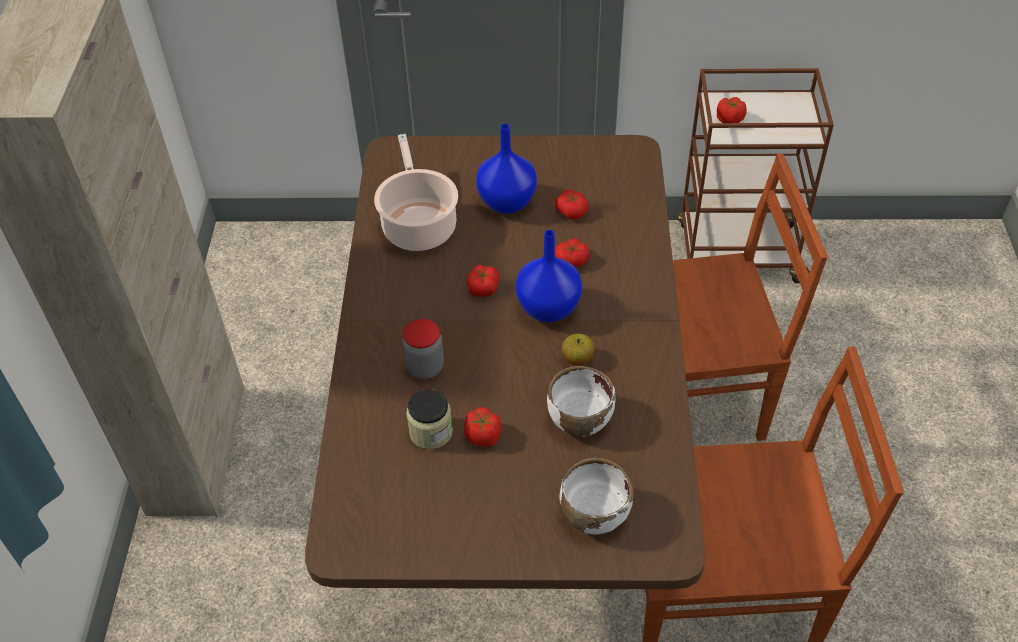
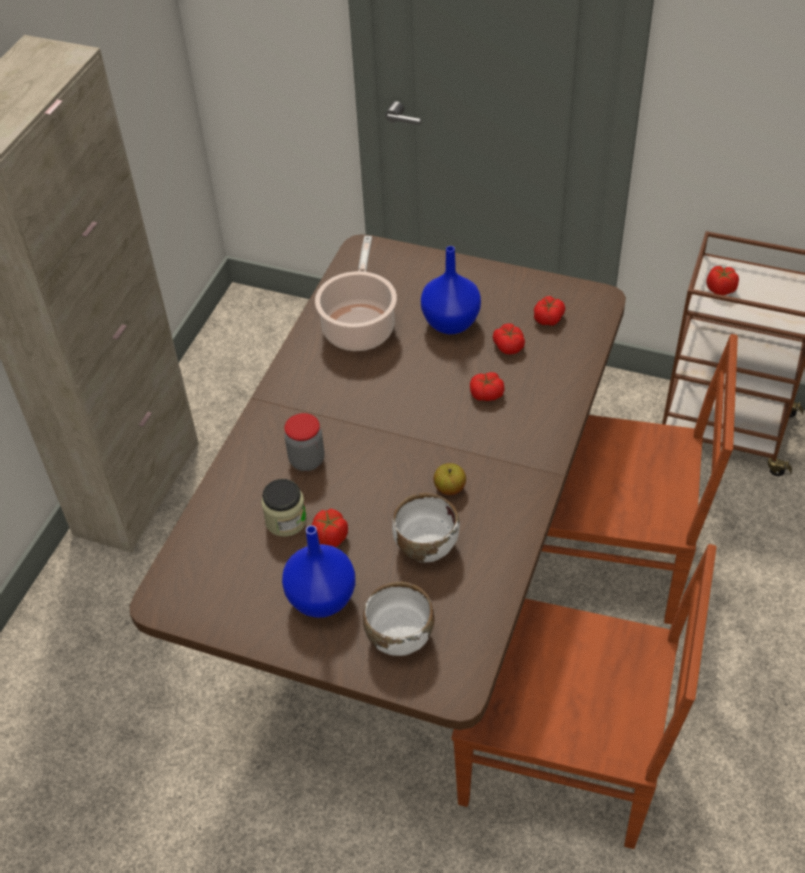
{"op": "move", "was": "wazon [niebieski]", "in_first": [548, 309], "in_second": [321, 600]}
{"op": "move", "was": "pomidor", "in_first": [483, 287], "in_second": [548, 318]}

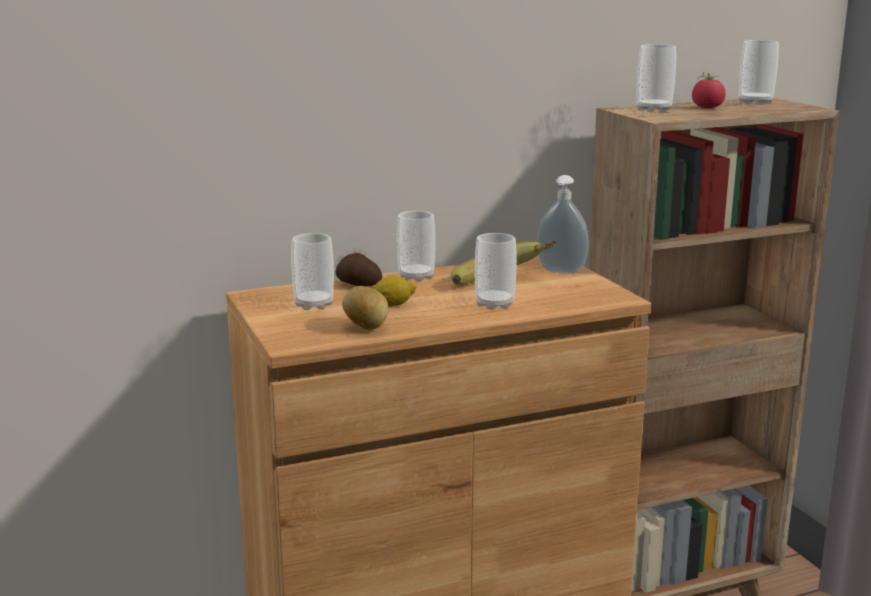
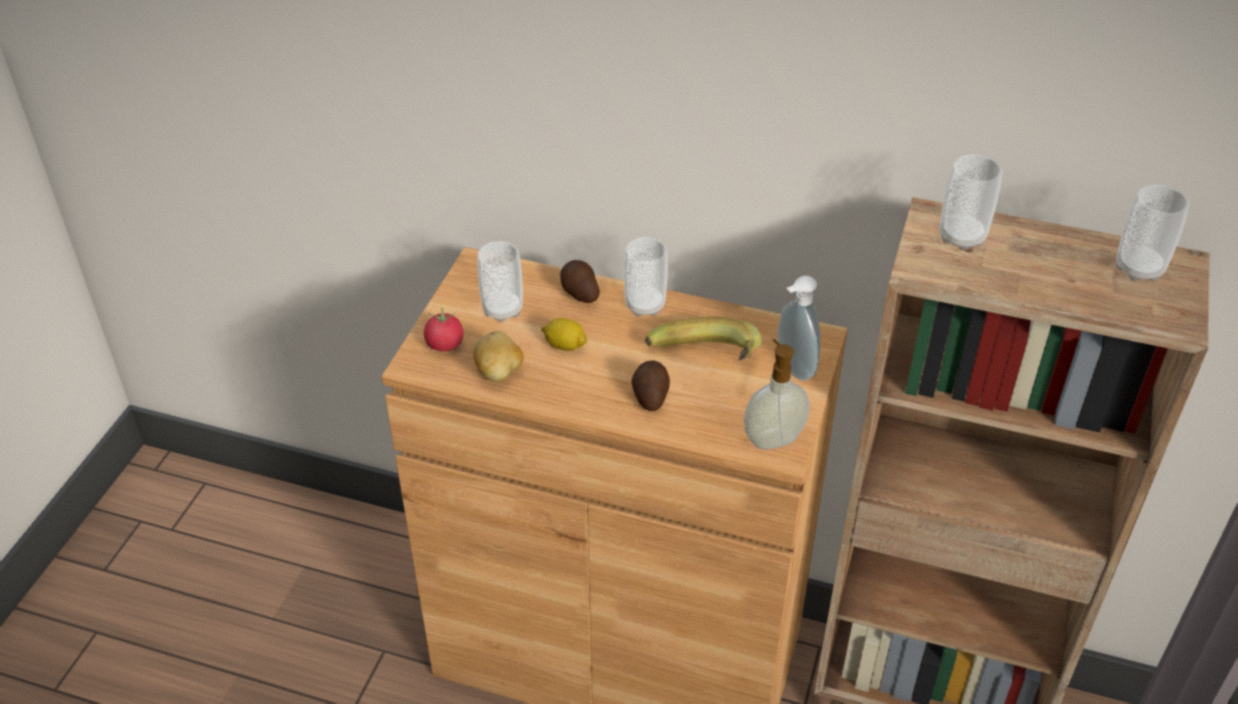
{"op": "move", "was": "pomidor", "in_first": [707, 108], "in_second": [445, 344]}
{"op": "replace", "was": "filiżanka", "now": "ziemniak", "in_first": [494, 304], "in_second": [650, 395]}
{"op": "insert", "now": "dozownik mydła", "in_second": [772, 438]}

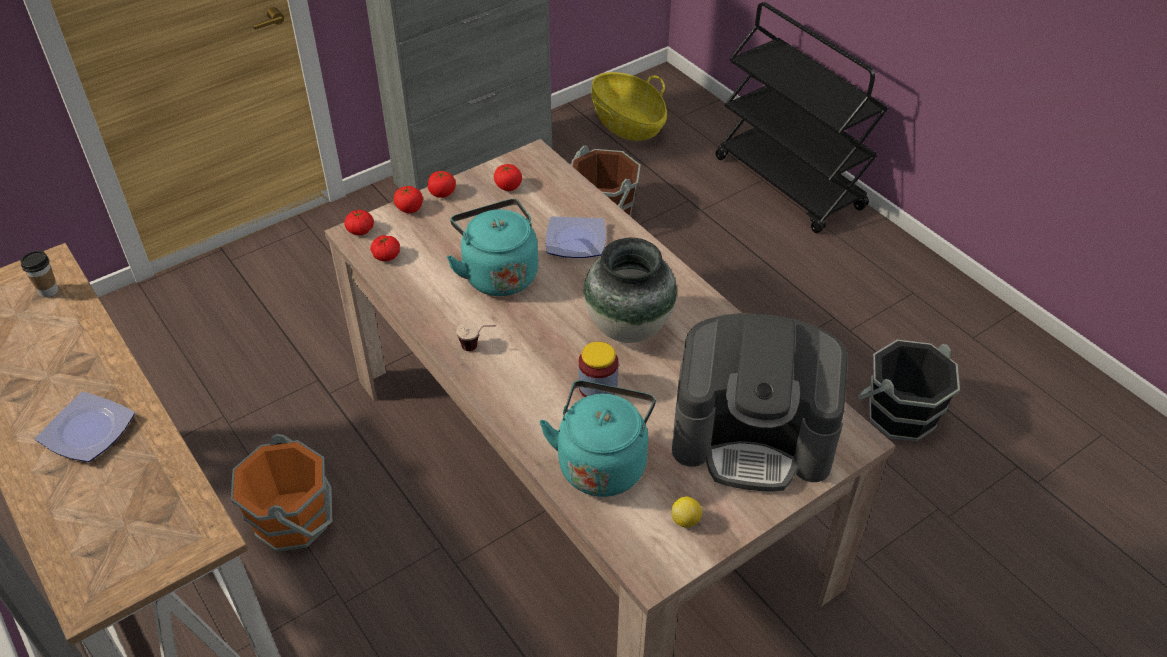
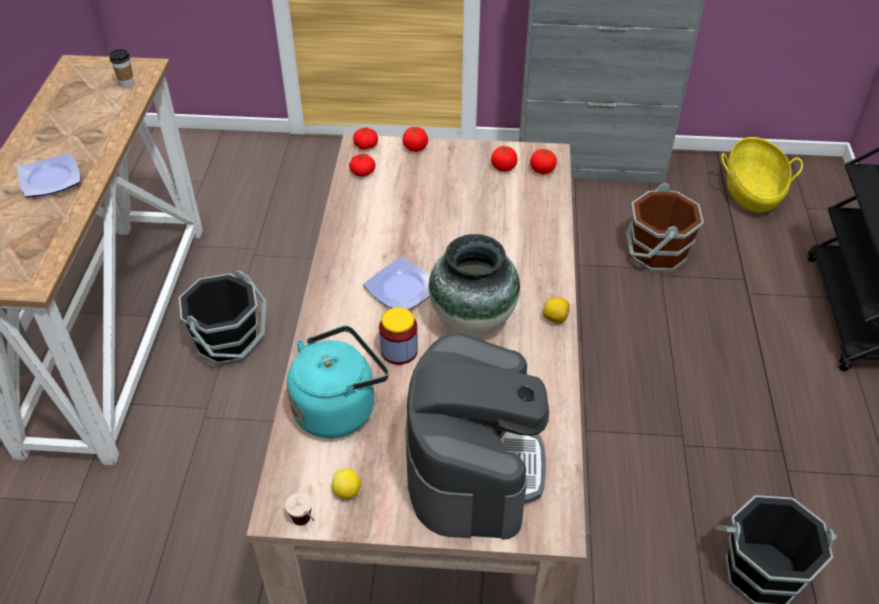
{"op": "recolor", "was": "wiadro [pomarańczowy]", "now": "wiadro [czarny]", "in_first": [294, 519], "in_second": [229, 342]}
{"op": "move", "was": "filiżanka", "in_first": [478, 348], "in_second": [306, 526]}
{"op": "move", "was": "talerz", "in_first": [577, 240], "in_second": [403, 289]}
{"op": "rotate", "was": "ekspres do kawy", "in_first": [753, 436], "in_second": [473, 466], "clockwise": -135}
{"op": "move", "was": "pomidor", "in_first": [442, 193], "in_second": [542, 170]}
{"op": "insert", "now": "cytryna", "in_second": [555, 318]}
{"op": "delete", "was": "czajnik [turkusowy]", "in_first": [498, 273]}

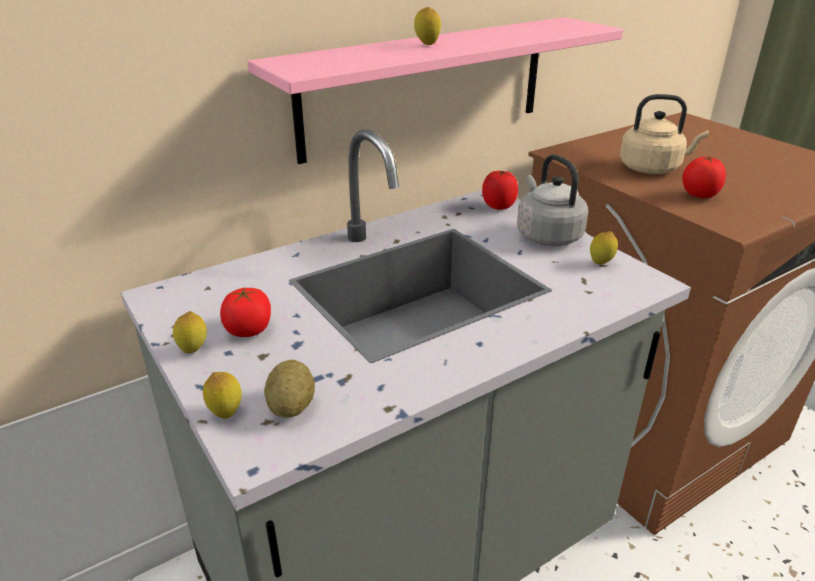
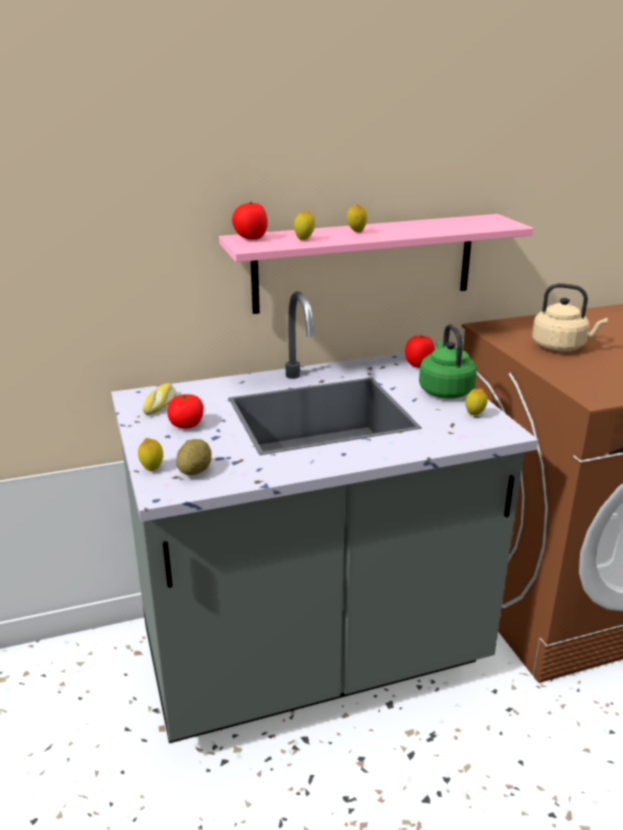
{"op": "insert", "now": "chleb", "in_second": [161, 404]}
{"op": "move", "was": "pomidor", "in_first": [698, 196], "in_second": [250, 238]}
{"op": "move", "was": "cytryna", "in_first": [193, 350], "in_second": [304, 239]}
{"op": "recolor", "was": "czajnik [szary]", "now": "czajnik [zielony]", "in_first": [547, 235], "in_second": [445, 390]}

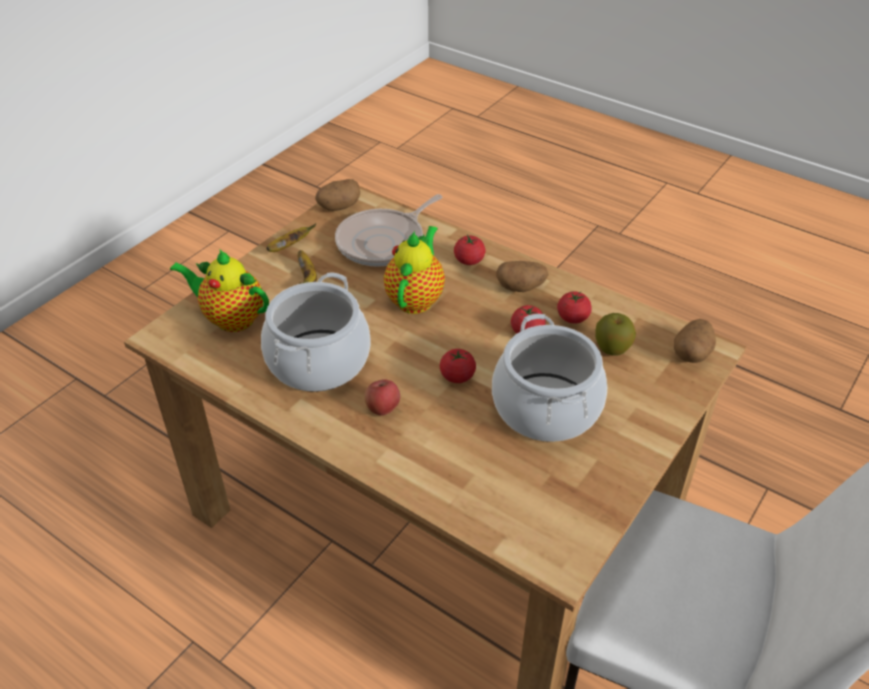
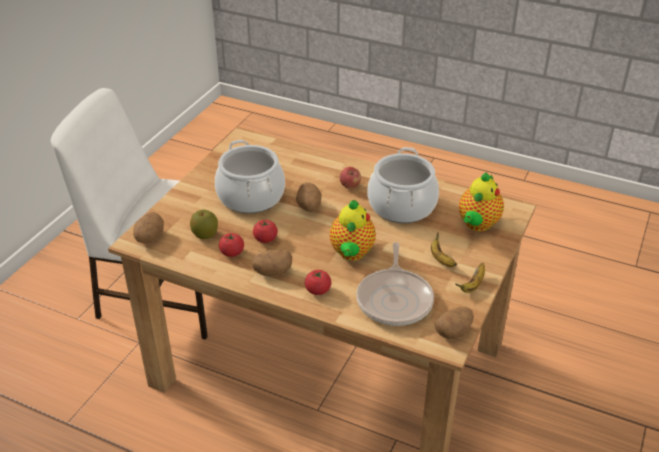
{"op": "replace", "was": "pomidor", "now": "ziemniak", "in_first": [457, 376], "in_second": [309, 207]}
{"op": "rotate", "was": "patelnia", "in_first": [384, 242], "in_second": [395, 299], "clockwise": 150}
{"op": "rotate", "was": "imbryk", "in_first": [231, 318], "in_second": [477, 225], "clockwise": 105}

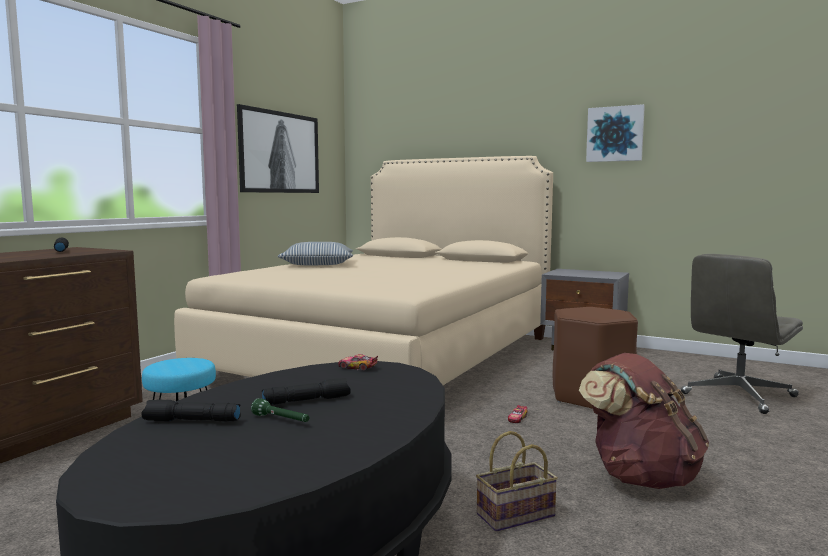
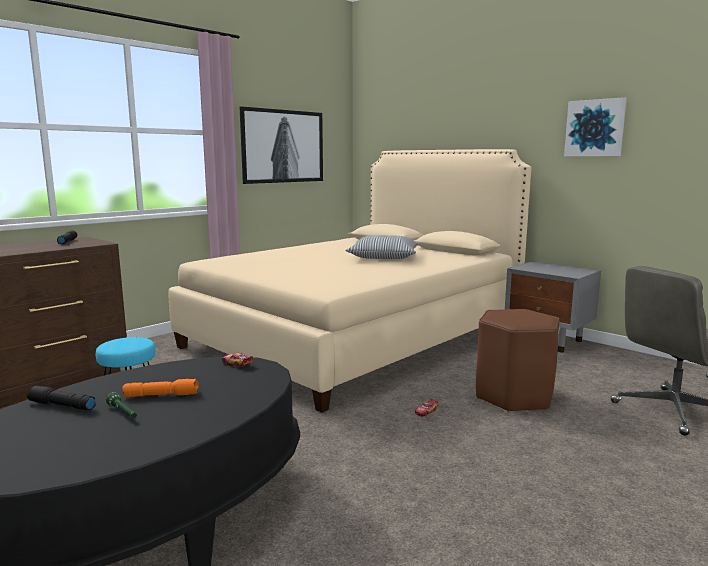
{"op": "recolor", "was": "latarka [czarny]", "now": "latarka [pomarańczowy]", "in_first": [307, 400], "in_second": [162, 395]}
{"op": "move", "was": "poduszka", "in_first": [317, 264], "in_second": [383, 257]}
{"op": "delete", "was": "koszyk", "in_first": [515, 516]}
{"op": "delete", "was": "plecak [brązowy]", "in_first": [640, 477]}

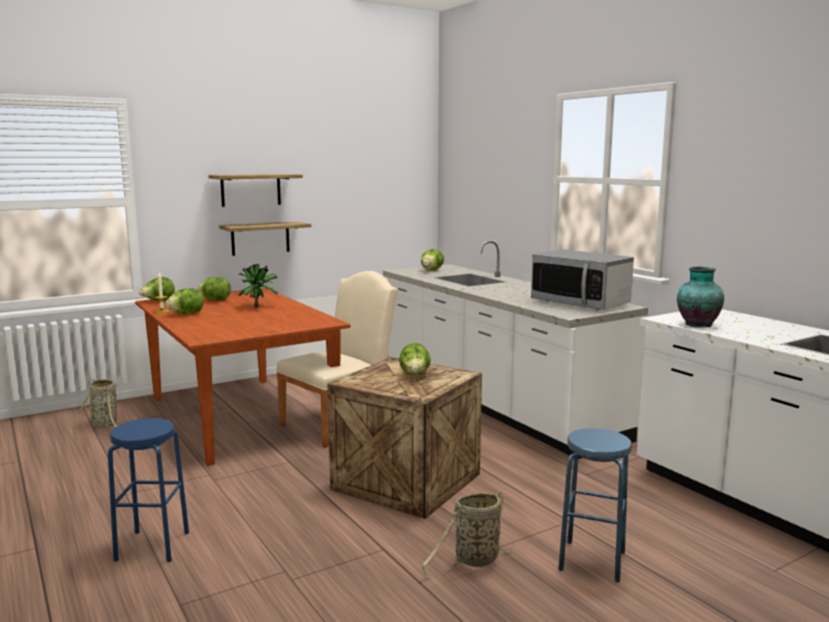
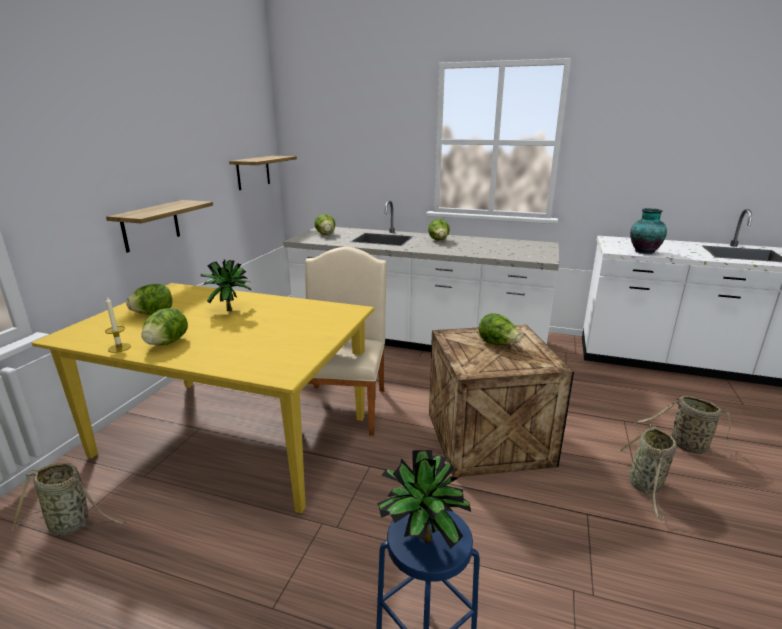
{"op": "recolor", "was": "stół jadalny [brązowy]", "now": "stół jadalny [żółty]", "in_first": [241, 417], "in_second": [235, 435]}
{"op": "move", "was": "półka", "in_first": [251, 190], "in_second": [253, 172]}
{"op": "insert", "now": "roślina doniczkowa", "in_second": [420, 541]}
{"op": "move", "was": "sałata", "in_first": [158, 301], "in_second": [439, 241]}
{"op": "replace", "was": "stołek [niebieski]", "now": "koszyk", "in_first": [592, 561], "in_second": [685, 445]}
{"op": "delete", "was": "mikrofalówka", "in_first": [580, 303]}

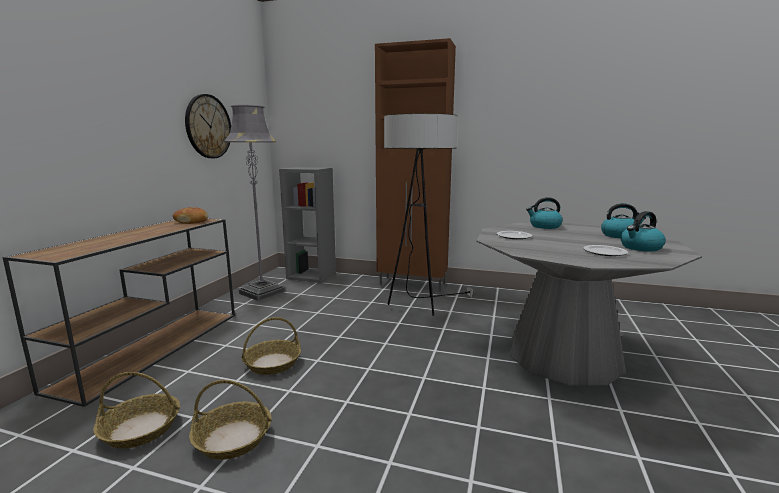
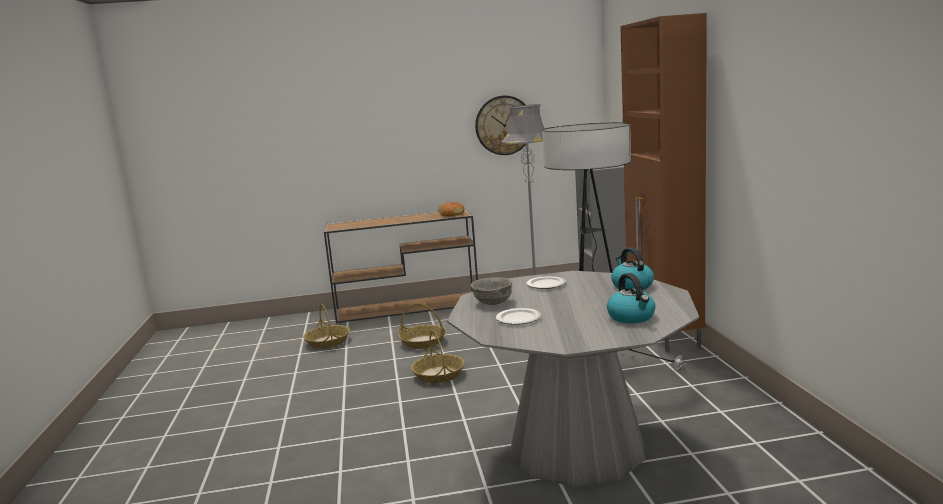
{"op": "move", "was": "koszyk", "in_first": [233, 438], "in_second": [439, 375]}
{"op": "insert", "now": "miska [szary]", "in_second": [493, 302]}
{"op": "delete", "was": "czajnik", "in_first": [640, 248]}

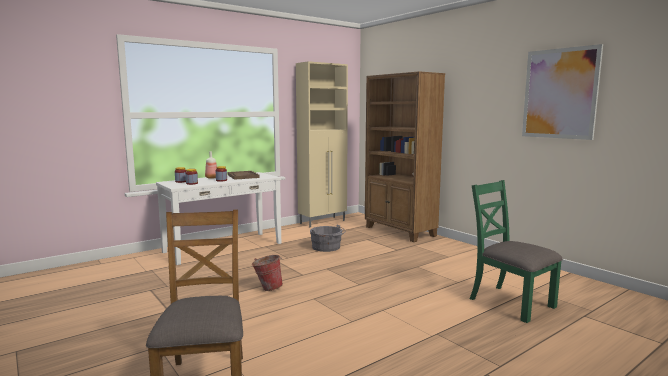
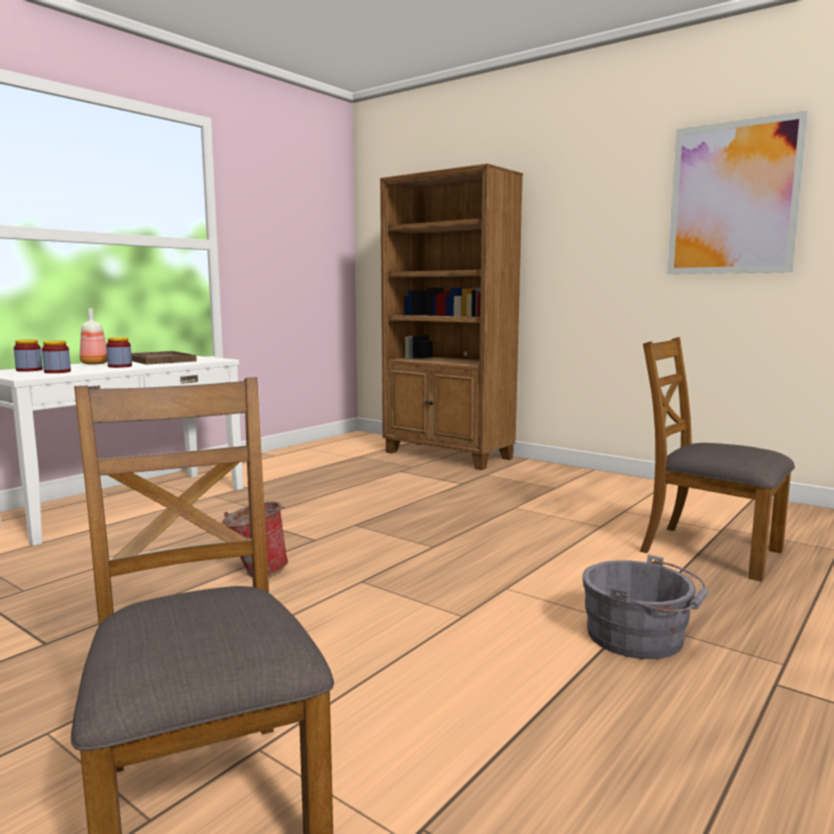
{"op": "move", "was": "wiadro [szary]", "in_first": [327, 247], "in_second": [640, 637]}
{"op": "recolor", "was": "krzesło [zielony]", "now": "krzesło [brązowy]", "in_first": [510, 302], "in_second": [708, 551]}
{"op": "delete", "was": "szafka [beżowy]", "in_first": [323, 222]}

